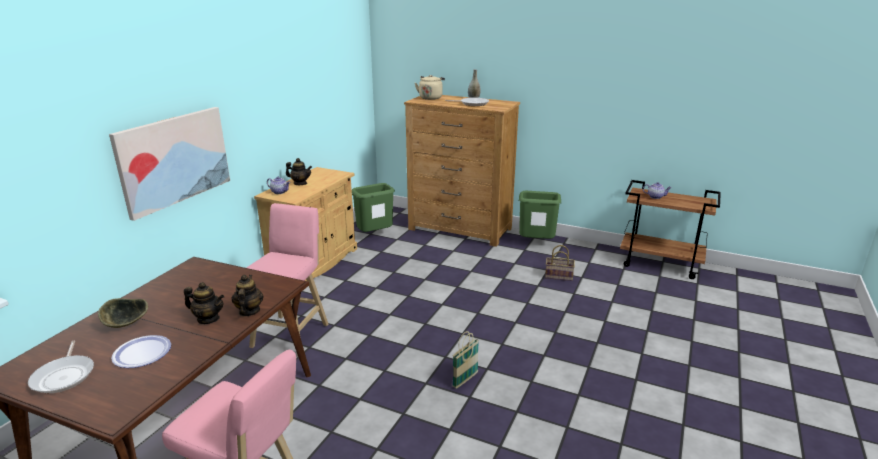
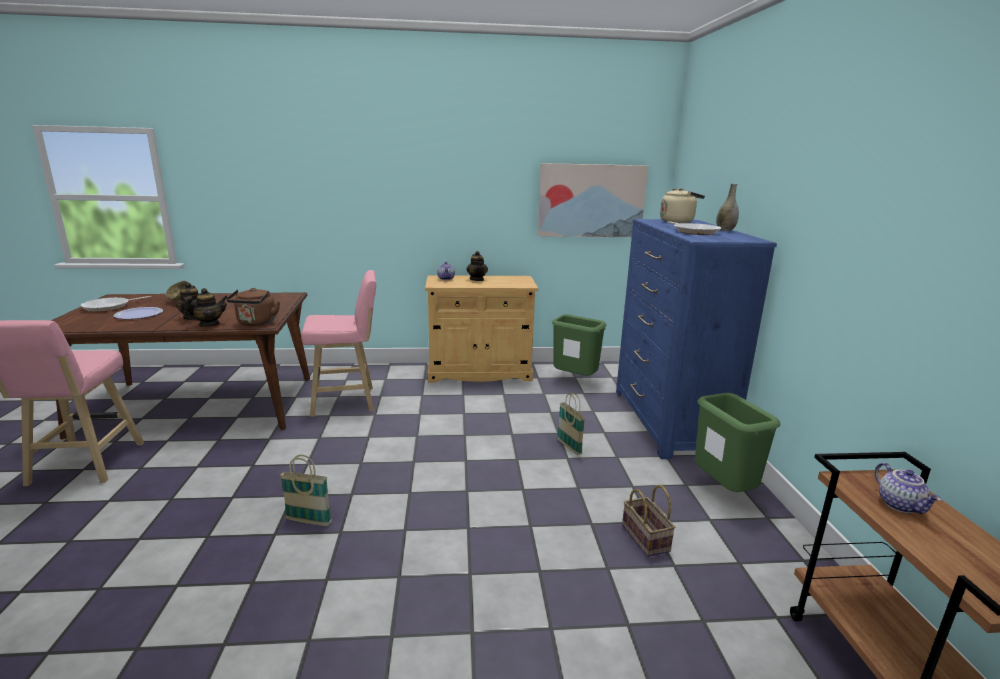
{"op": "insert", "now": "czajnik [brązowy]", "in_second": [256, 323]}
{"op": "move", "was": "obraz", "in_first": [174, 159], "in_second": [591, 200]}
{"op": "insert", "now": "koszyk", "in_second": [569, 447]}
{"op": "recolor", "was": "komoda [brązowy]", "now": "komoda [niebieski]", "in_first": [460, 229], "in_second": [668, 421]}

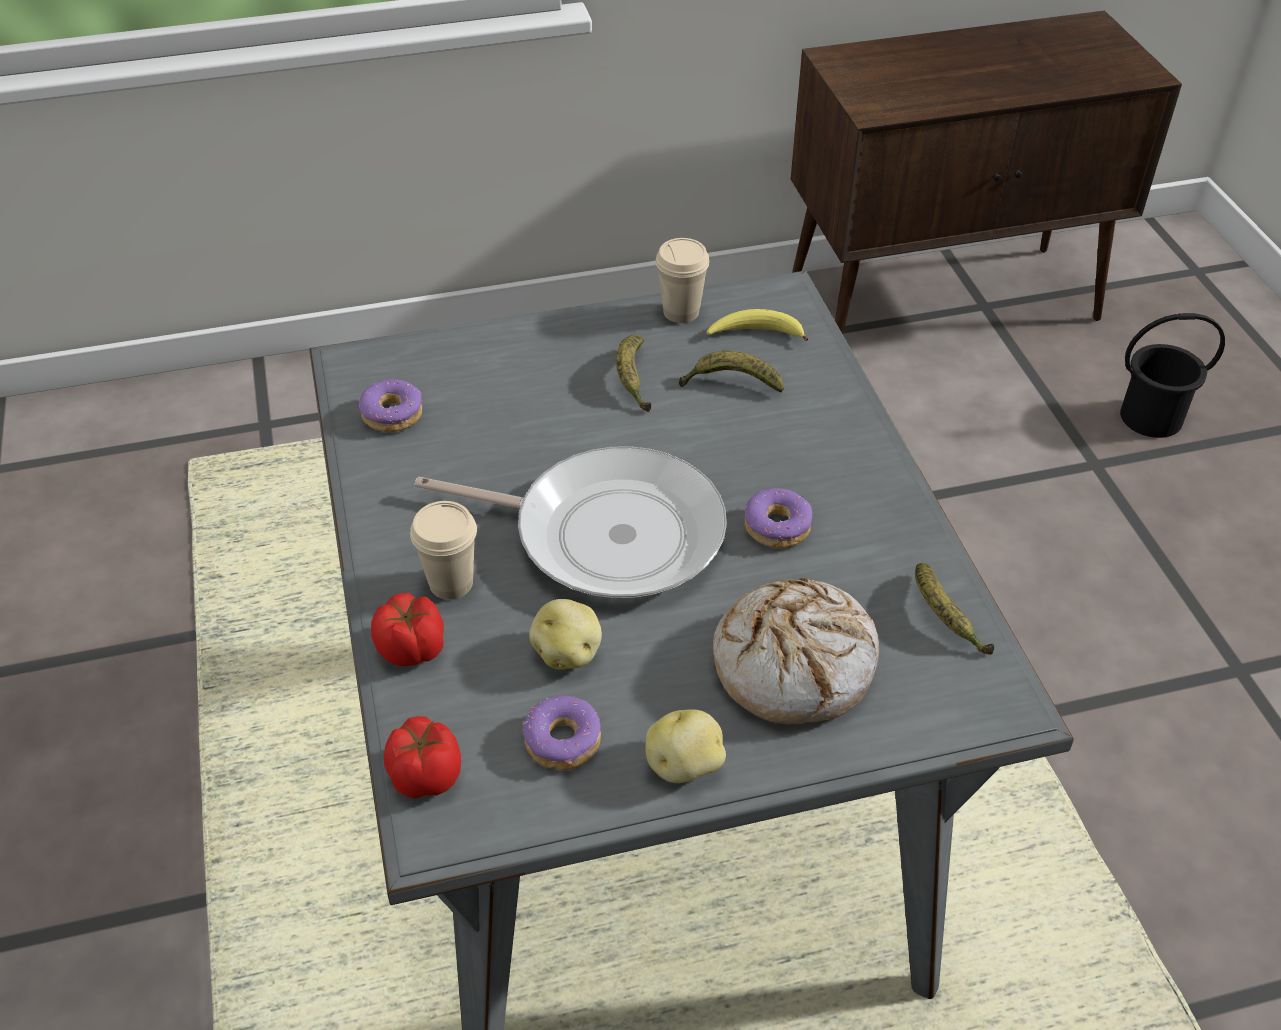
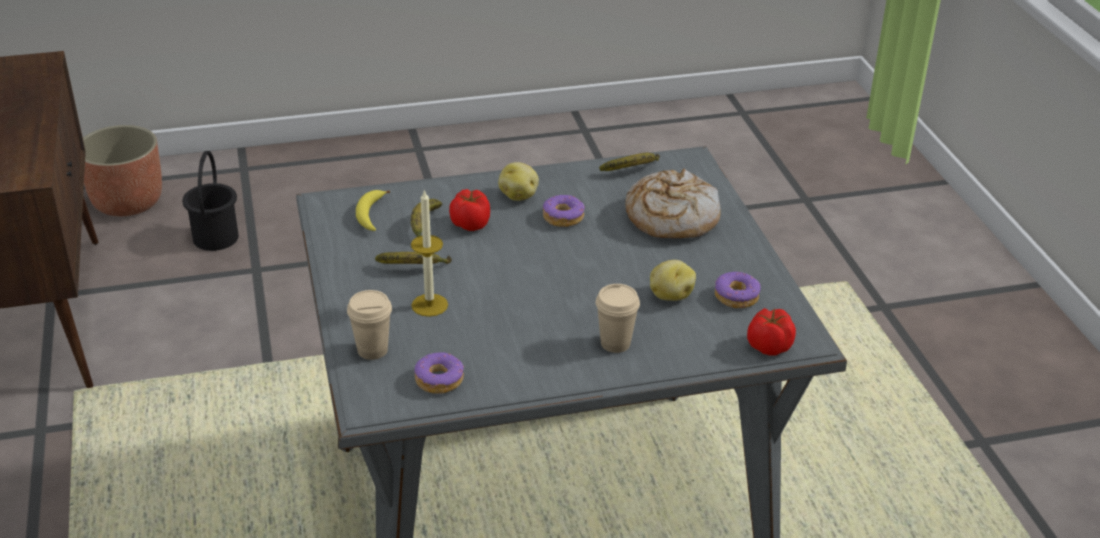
{"op": "insert", "now": "donica", "in_second": [127, 202]}
{"op": "move", "was": "filiżanka [beżowy]", "in_first": [681, 312], "in_second": [372, 350]}
{"op": "insert", "now": "świeca", "in_second": [429, 305]}
{"op": "move", "was": "pomidor", "in_first": [413, 649], "in_second": [471, 224]}
{"op": "move", "was": "ziemniak", "in_first": [686, 765], "in_second": [519, 195]}
{"op": "delete", "was": "patelnia", "in_first": [607, 532]}

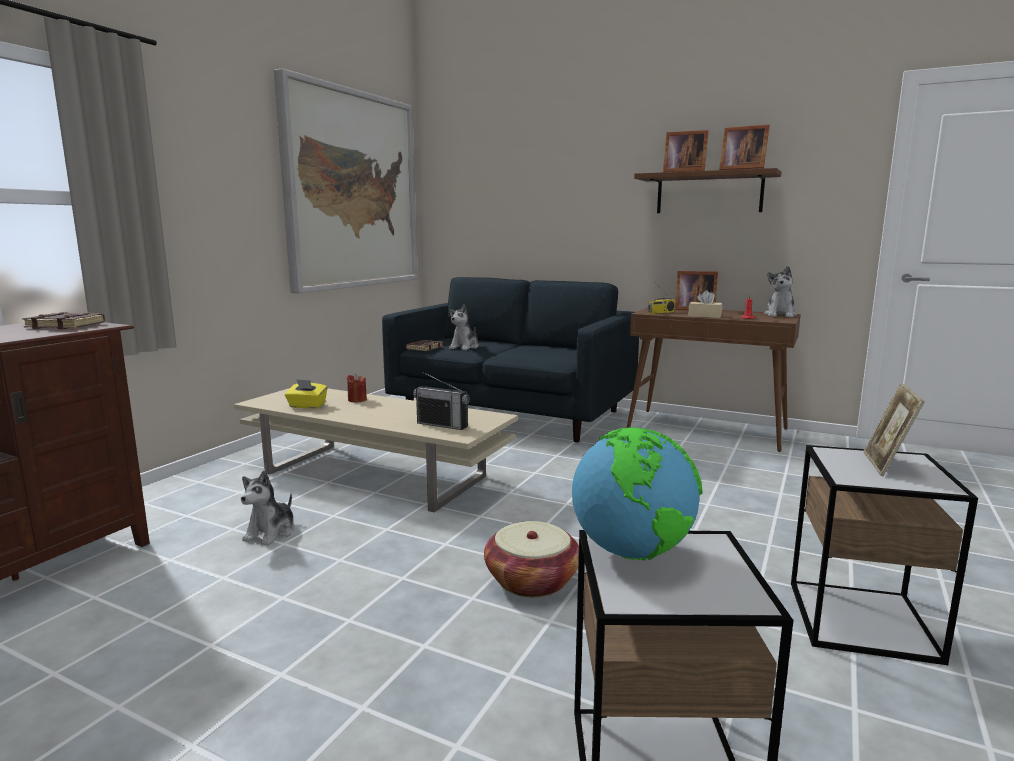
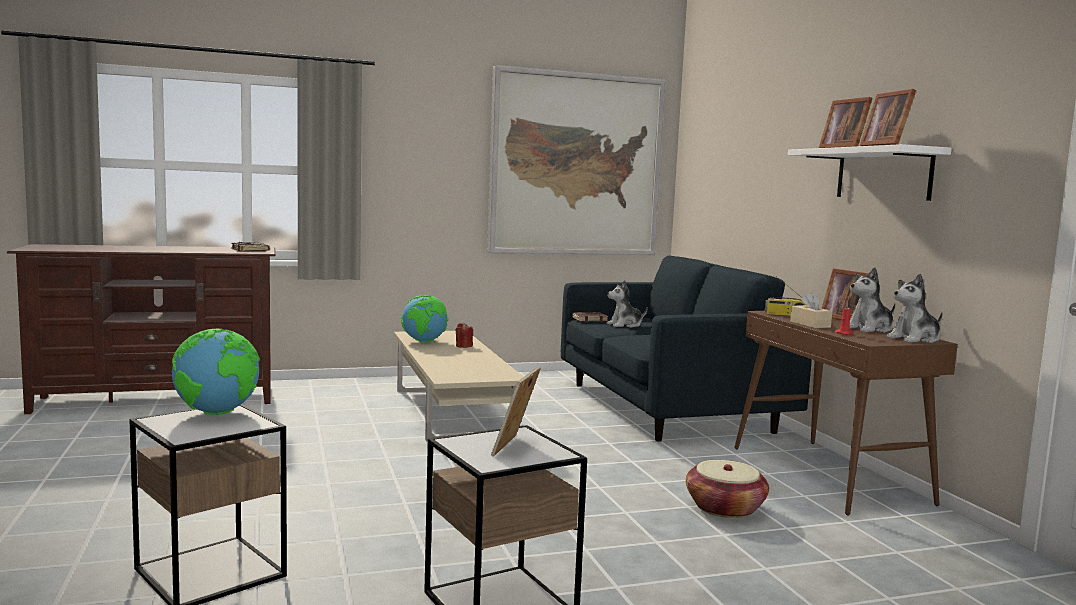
{"op": "replace", "was": "pudełko chusteczek [żółty]", "now": "globus", "in_first": [307, 406], "in_second": [424, 342]}
{"op": "rotate", "was": "ramka na zdjęcie", "in_first": [886, 465], "in_second": [515, 447], "clockwise": -45}
{"op": "move", "was": "koszyk", "in_first": [532, 581], "in_second": [725, 508]}
{"op": "recolor", "was": "półka [brązowy]", "now": "półka [biały]", "in_first": [709, 193], "in_second": [883, 174]}
{"op": "move", "was": "pluszak", "in_first": [271, 533], "in_second": [870, 329]}
{"op": "delete", "was": "radio", "in_first": [442, 425]}

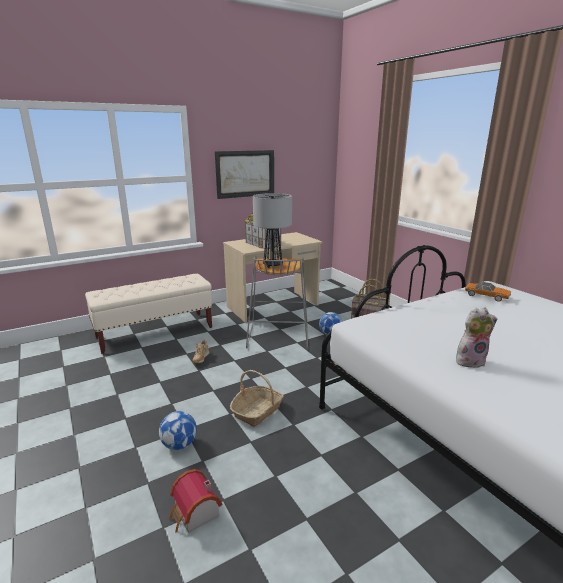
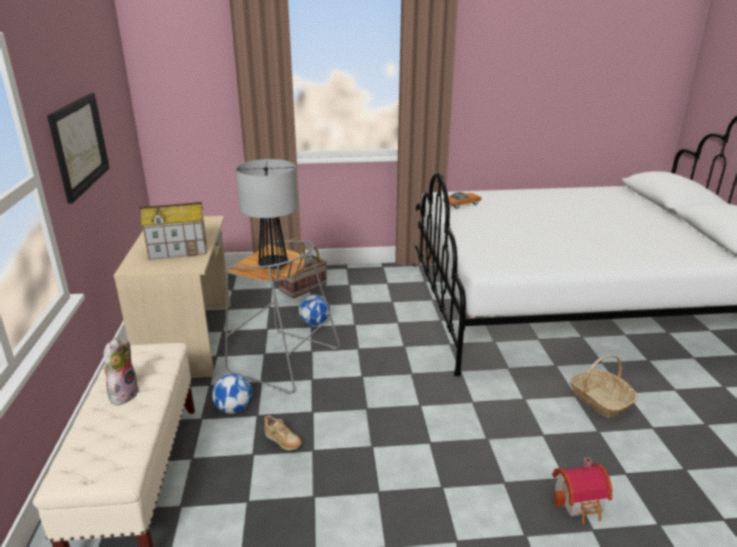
{"op": "move", "was": "pluszak", "in_first": [470, 361], "in_second": [123, 394]}
{"op": "move", "was": "piłka futbolowa", "in_first": [179, 445], "in_second": [234, 409]}
{"op": "move", "was": "koszyk", "in_first": [257, 411], "in_second": [599, 400]}

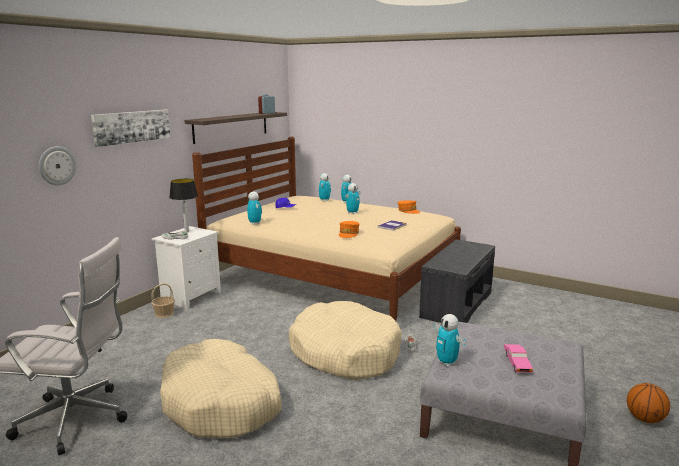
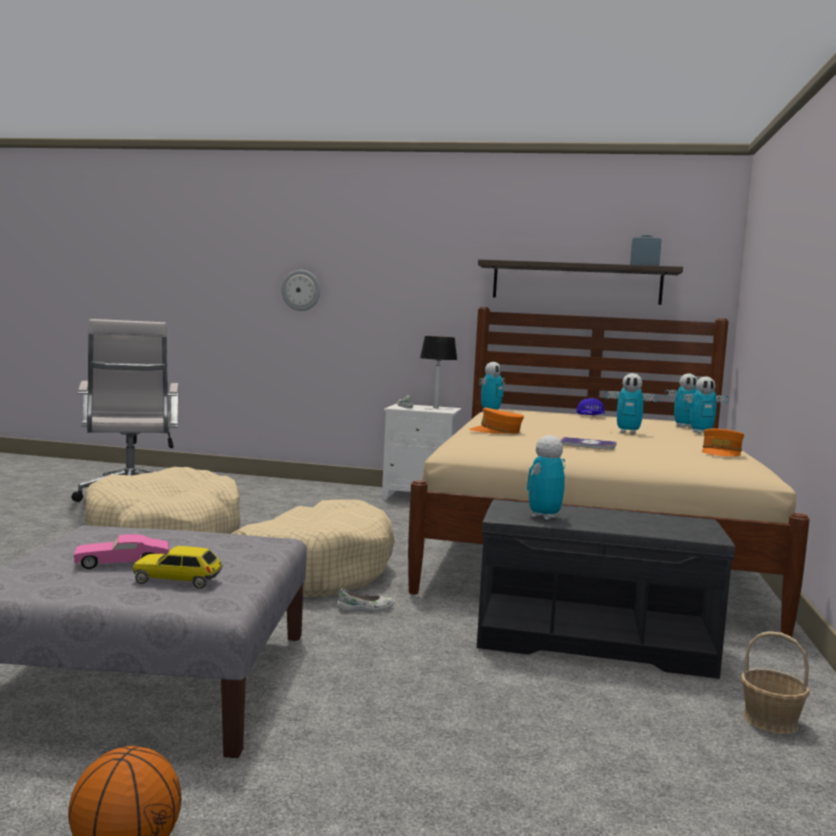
{"op": "insert", "now": "samochodzik", "in_second": [178, 580]}
{"op": "move", "was": "robot zabawkowy", "in_first": [447, 362], "in_second": [544, 517]}
{"op": "move", "was": "koszyk", "in_first": [164, 314], "in_second": [771, 721]}
{"op": "delete", "was": "obraz", "in_first": [132, 127]}

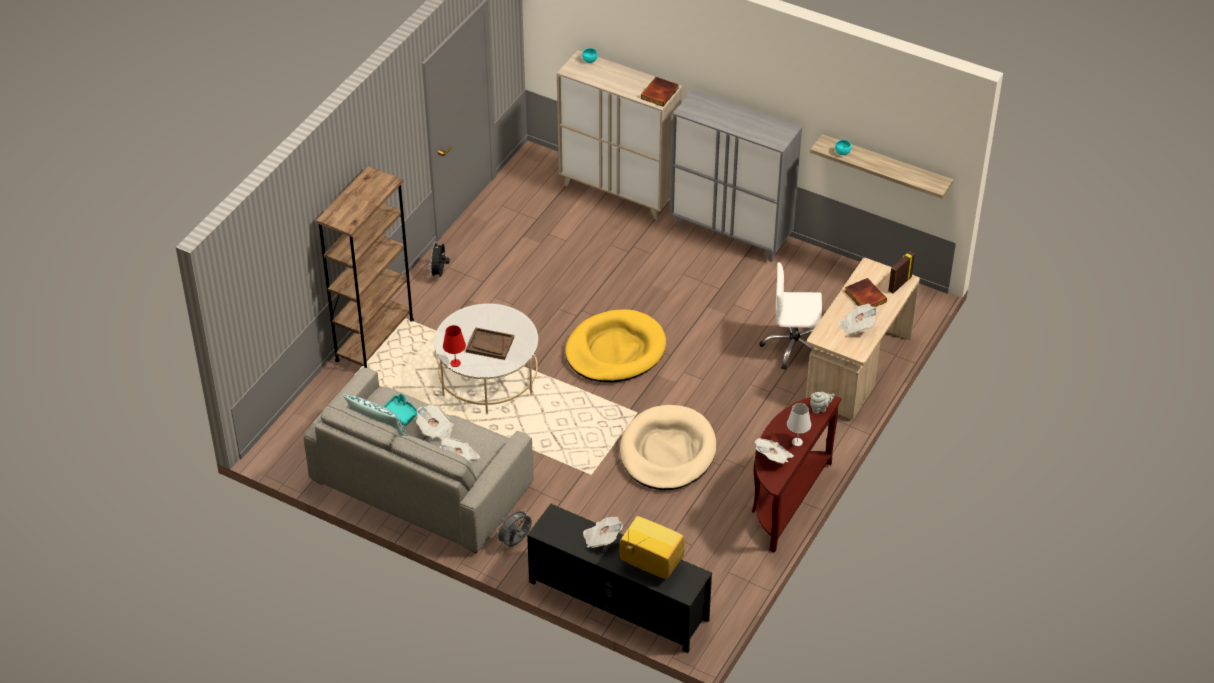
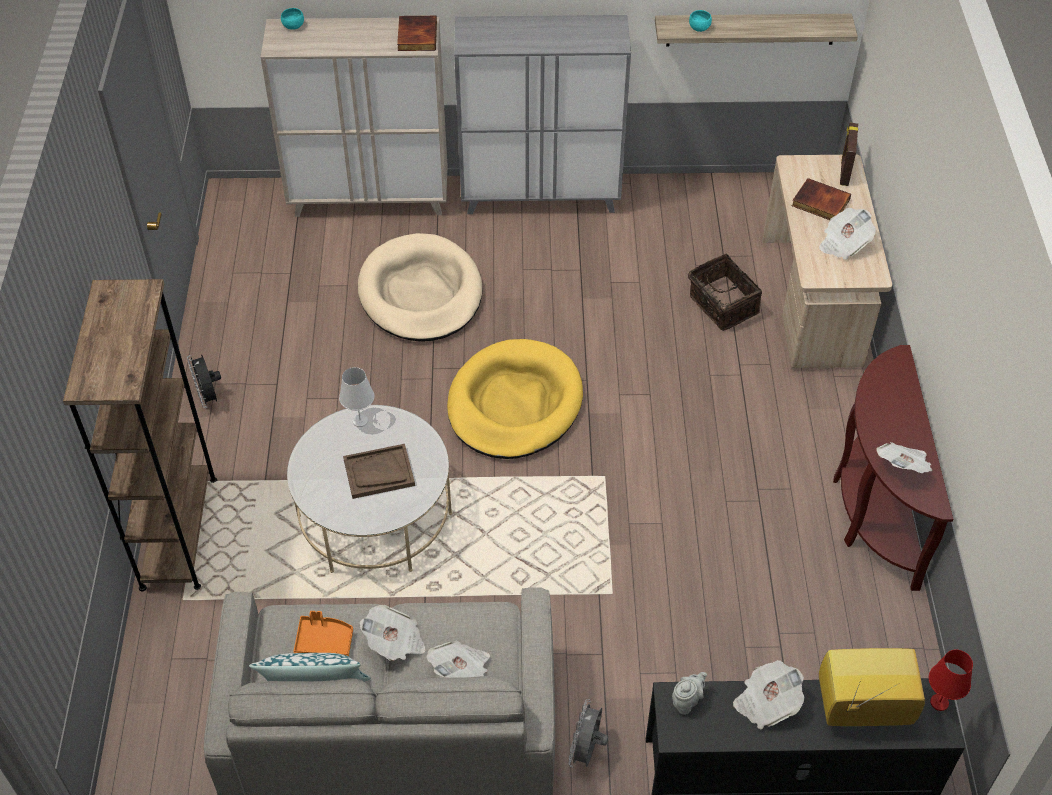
{"op": "recolor", "was": "taca [turkusowy]", "now": "taca [pomarańczowy]", "in_first": [400, 414], "in_second": [324, 641]}
{"op": "move", "was": "lampa stołowa [biały]", "in_first": [797, 442], "in_second": [360, 421]}
{"op": "move", "was": "legowisko [beżowy]", "in_first": [667, 452], "in_second": [421, 293]}
{"op": "move", "was": "imbryk [szary]", "in_first": [820, 408], "in_second": [687, 701]}
{"op": "replace", "was": "krzesło biurowe [biały]", "now": "koszyk", "in_first": [793, 347], "in_second": [721, 305]}
{"op": "move", "was": "lampa stołowa [czerwony]", "in_first": [455, 363], "in_second": [939, 702]}

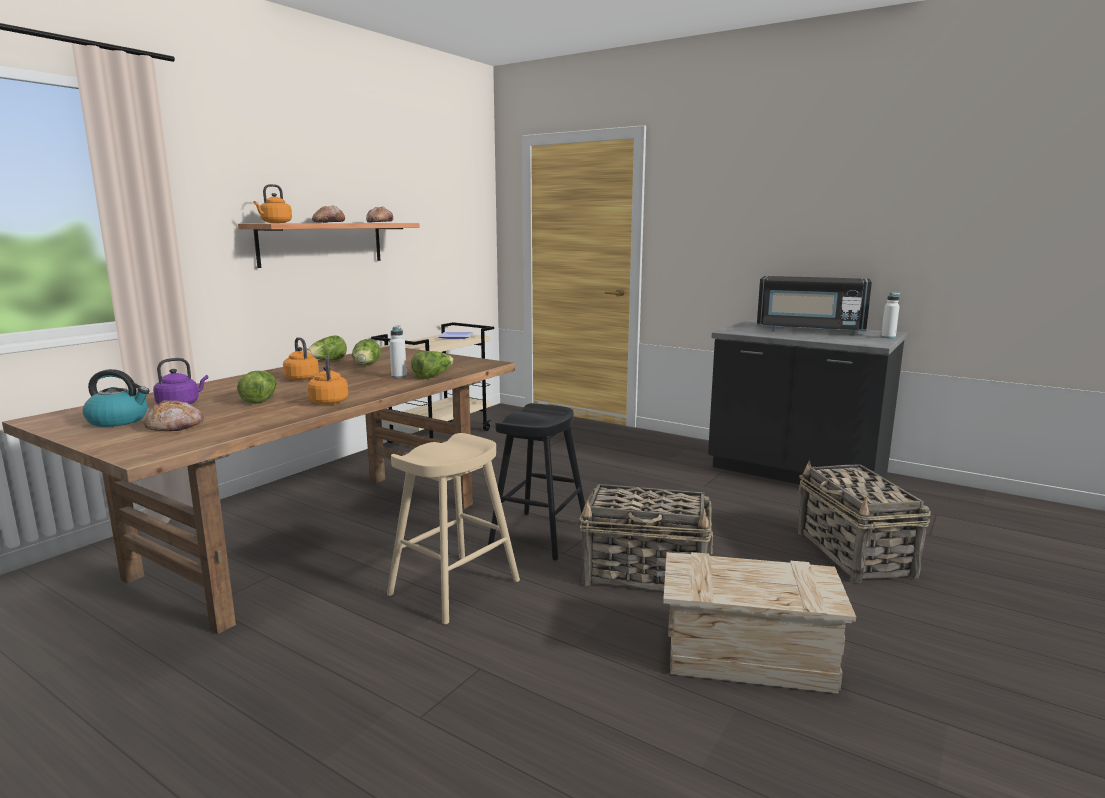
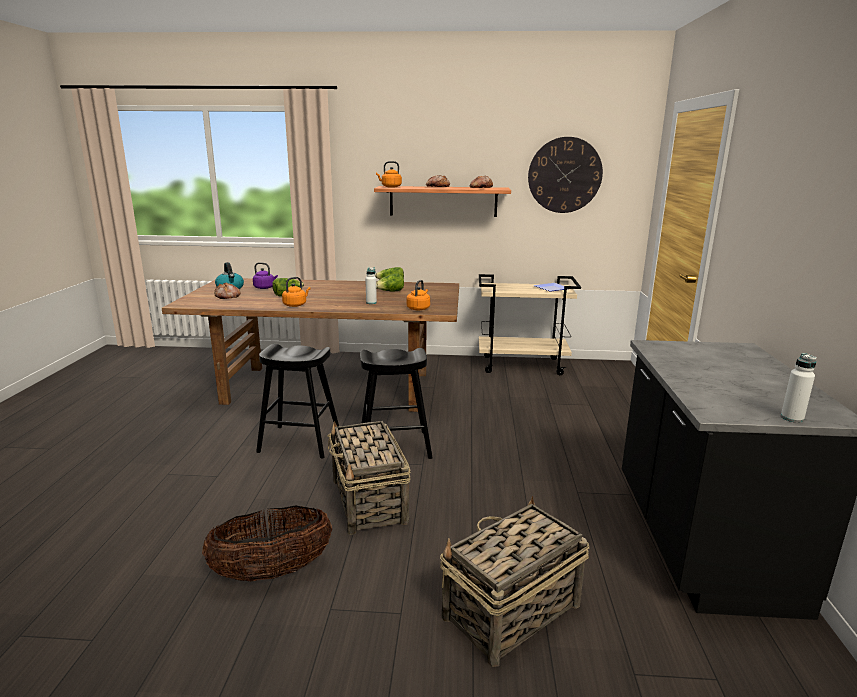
{"op": "replace", "was": "skrzynka", "now": "koszyk", "in_first": [747, 658], "in_second": [272, 571]}
{"op": "recolor", "was": "stołek [beżowy]", "now": "stołek [czarny]", "in_first": [454, 587], "in_second": [300, 442]}
{"op": "move", "was": "czajnik [pomarańczowy]", "in_first": [301, 378], "in_second": [419, 308]}
{"op": "insert", "now": "zegar ścienny", "in_second": [564, 175]}
{"op": "delete", "was": "sałata", "in_first": [432, 376]}
{"op": "delete", "was": "mikrofalówka [czarny]", "in_first": [810, 330]}

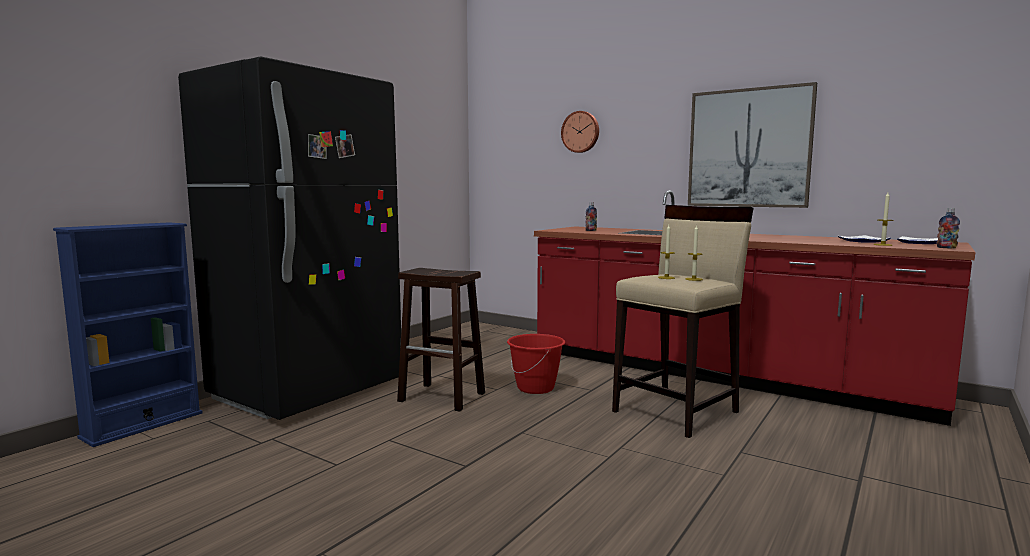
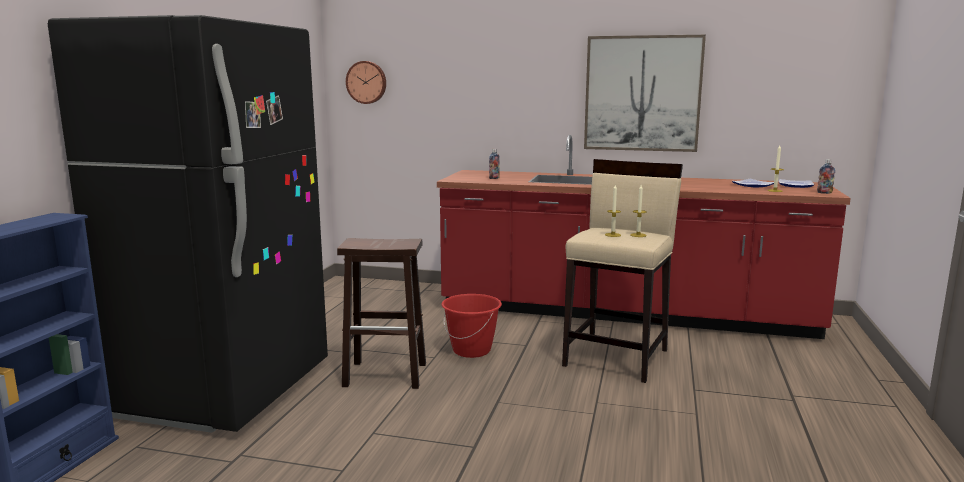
{"op": "move", "was": "zegar ścienny", "in_first": [581, 132], "in_second": [367, 82]}

